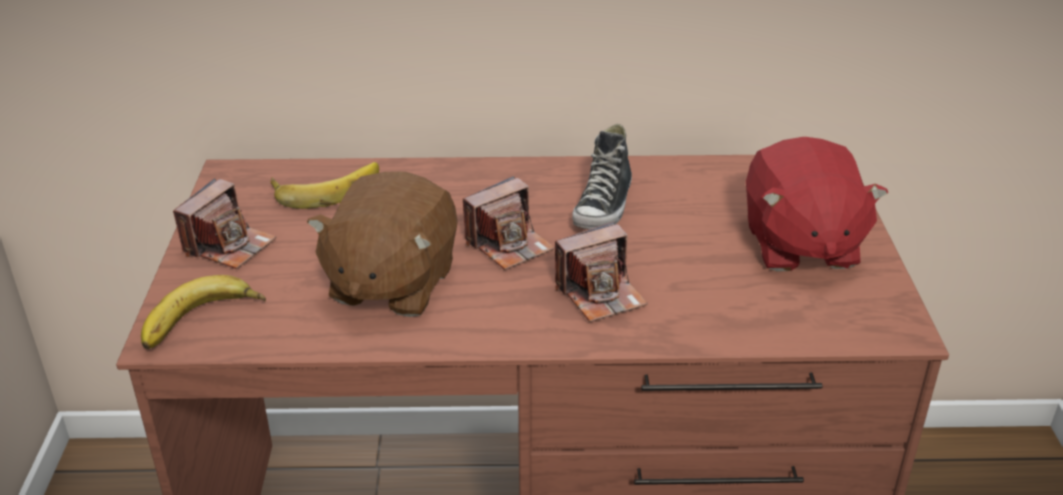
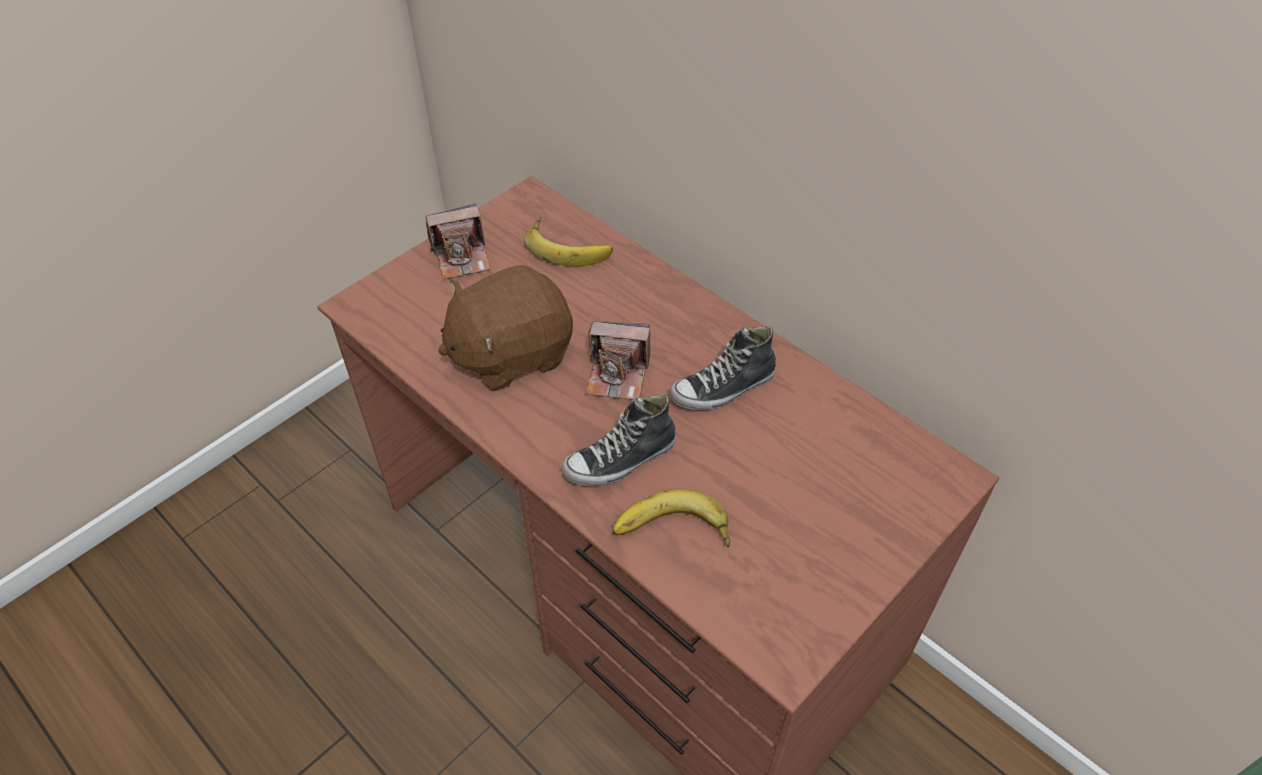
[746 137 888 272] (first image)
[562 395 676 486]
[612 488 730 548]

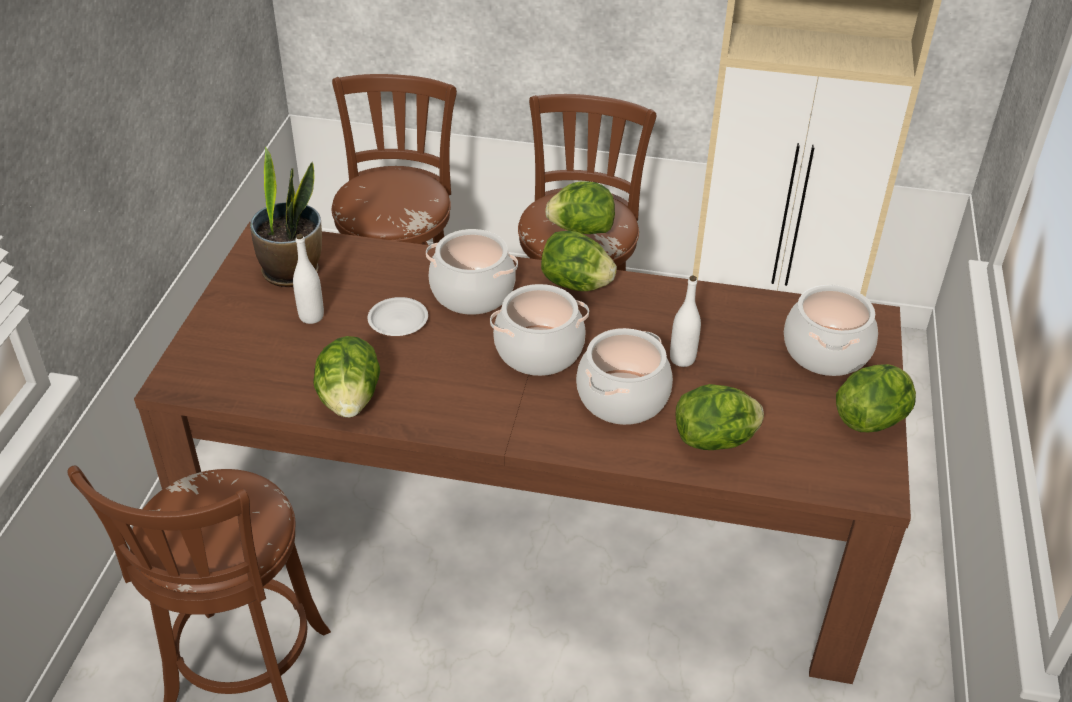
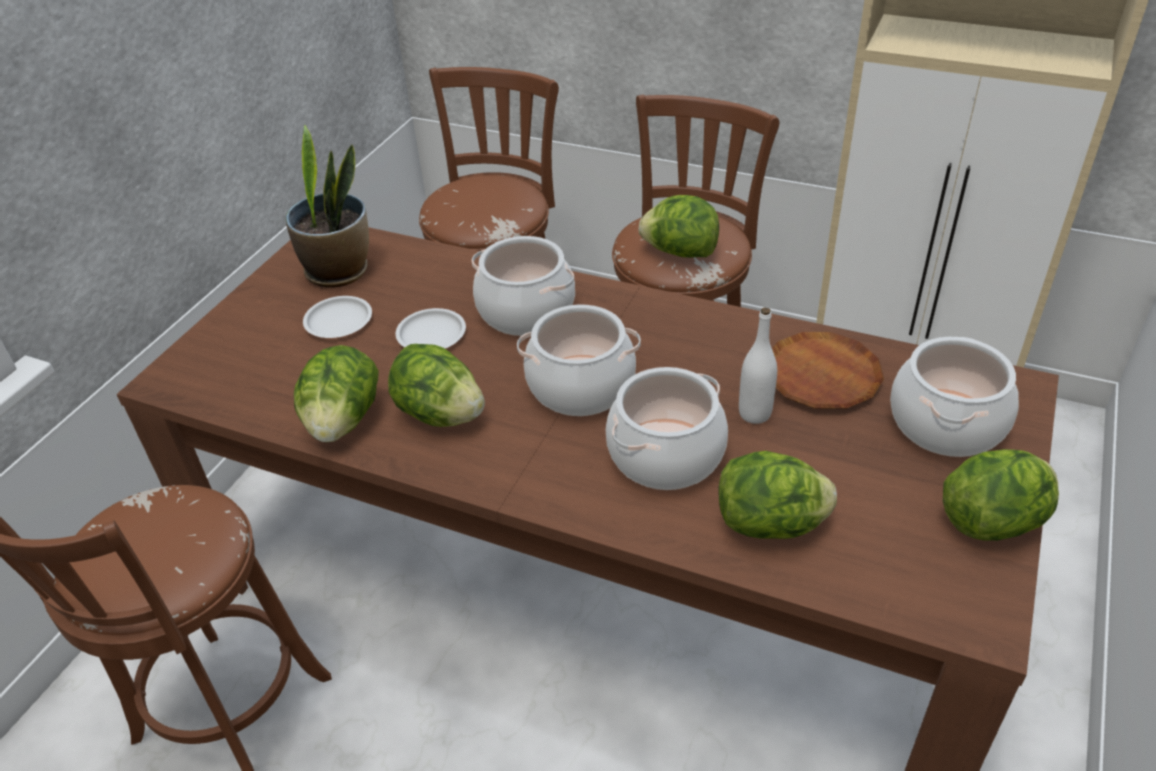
[388 344 485 427]
[303 296 372 338]
[772 332 884 409]

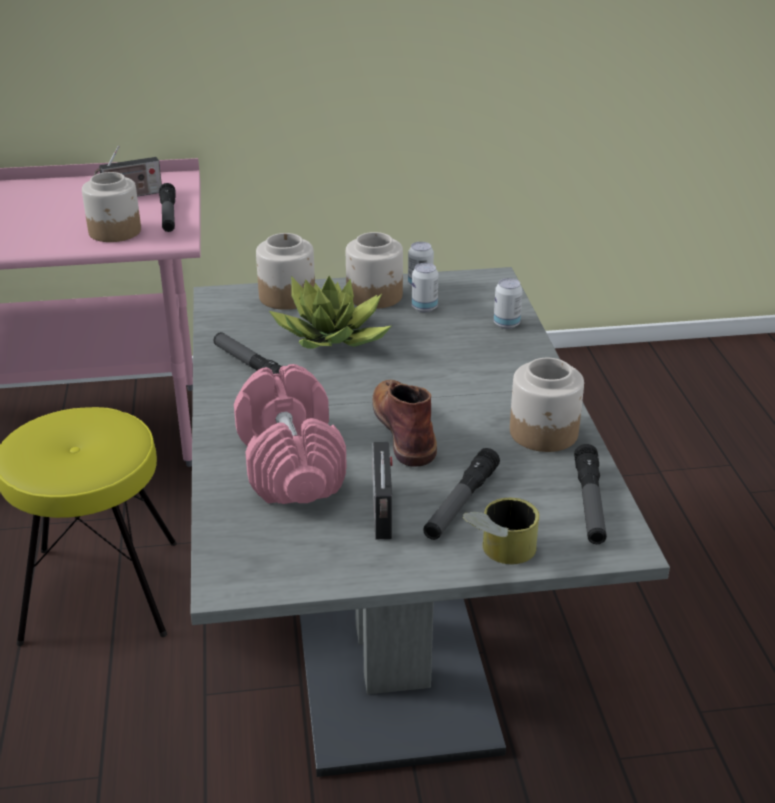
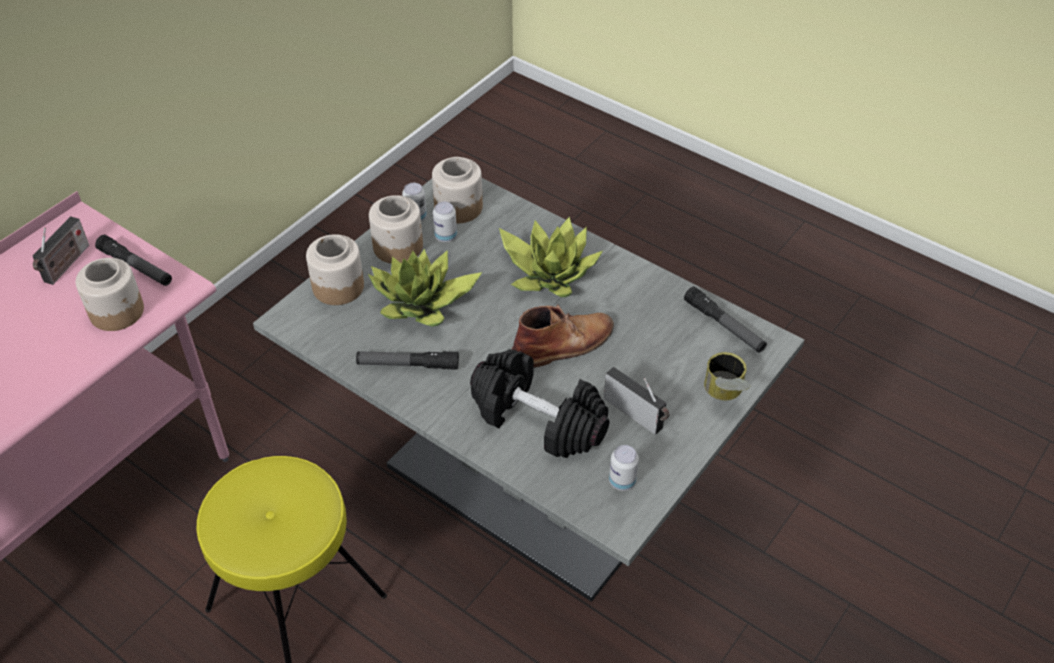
[609 445 639 491]
[432 157 483 223]
[470 349 609 458]
[512 304 614 368]
[423 448 500 540] (first image)
[499 217 603 297]

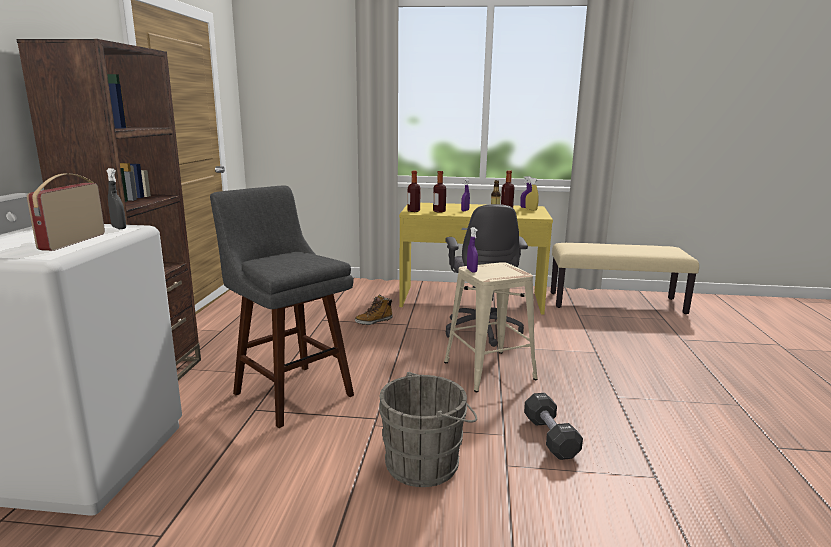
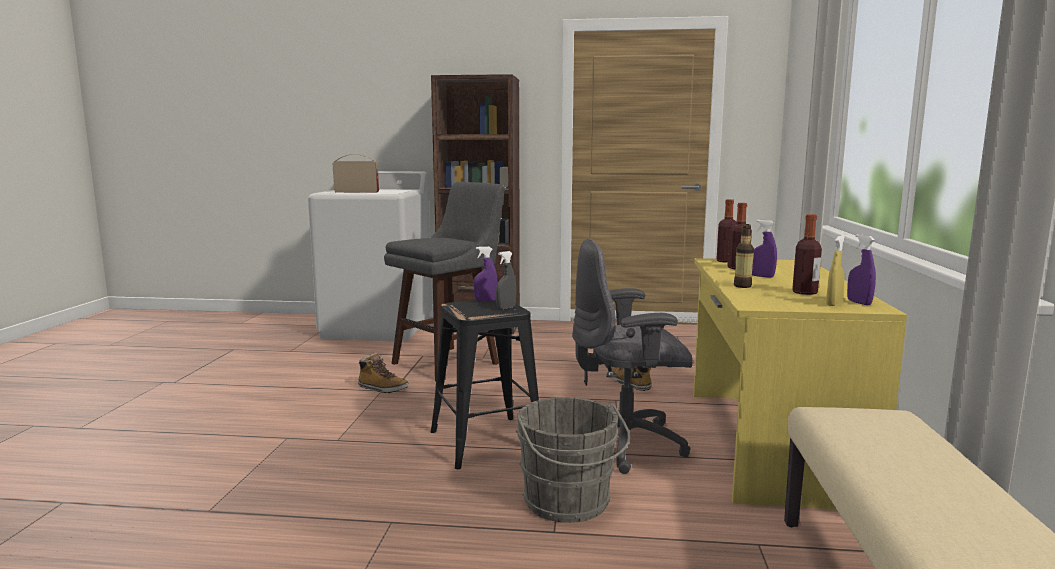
[496 251 516 310]
[431 300 539 469]
[516 397 630 523]
[524 393 583 460] (first image)
[358 353 409 393]

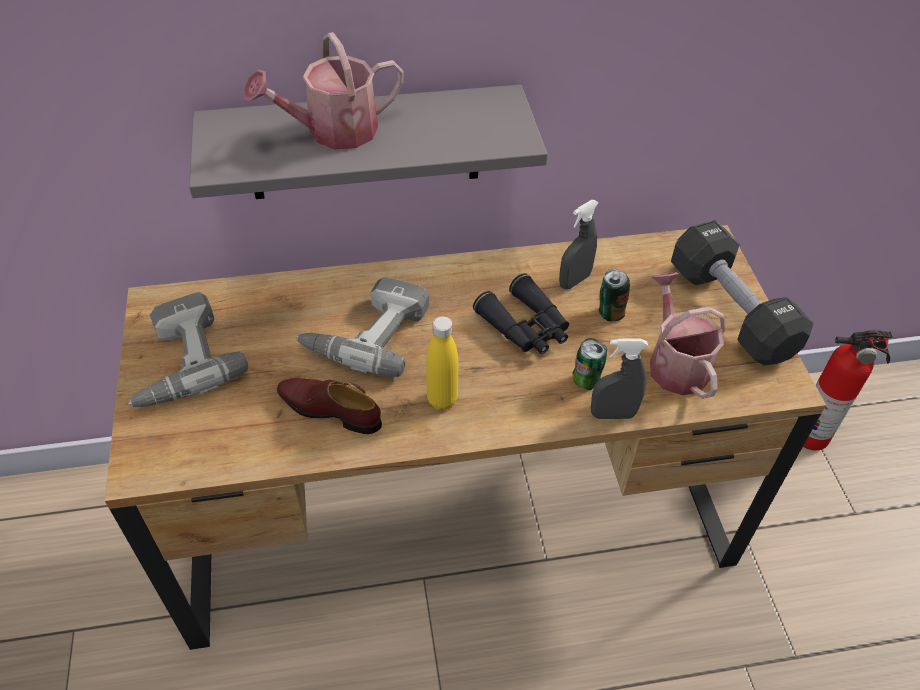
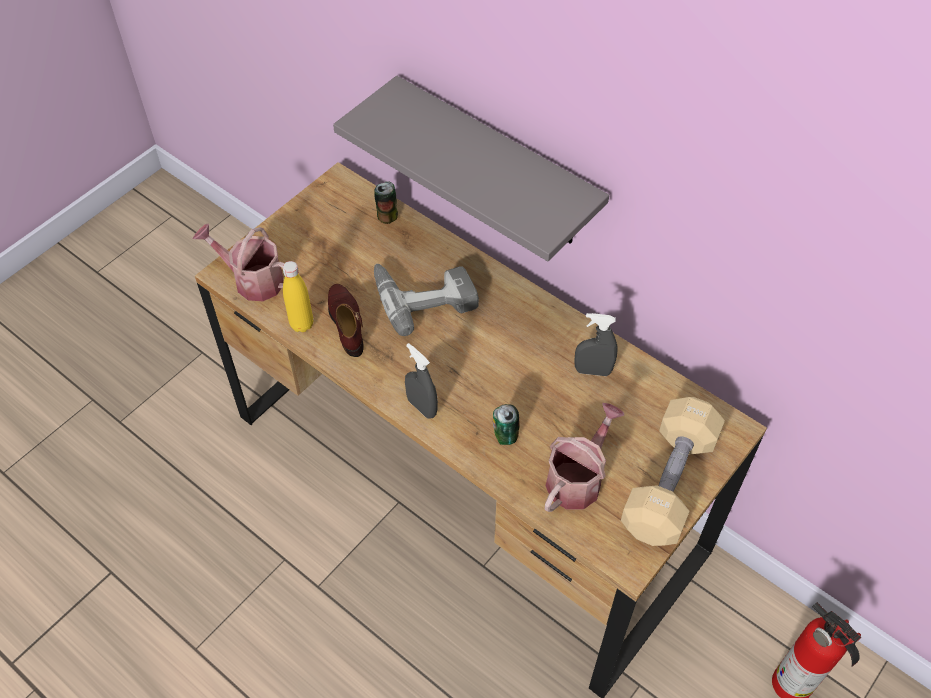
[193 224 284 301]
[621 397 725 546]
[374 181 398 224]
[473 273 569 354] (first image)
[128 292 248 407] (first image)
[282 261 313 332]
[405 343 438 419]

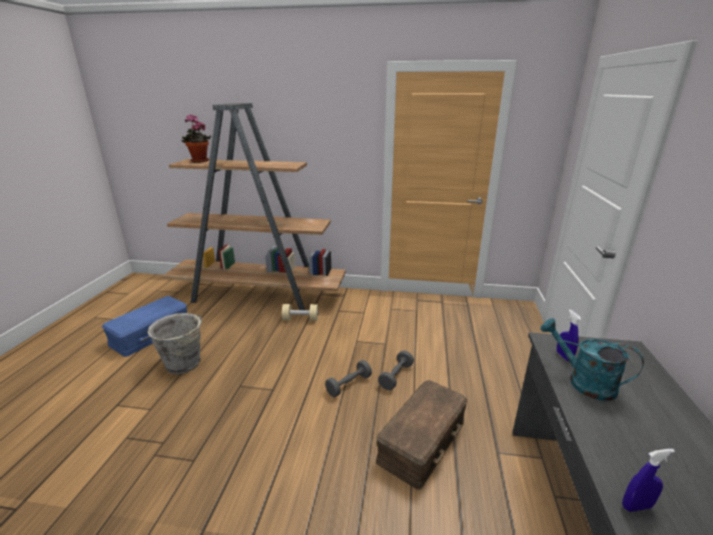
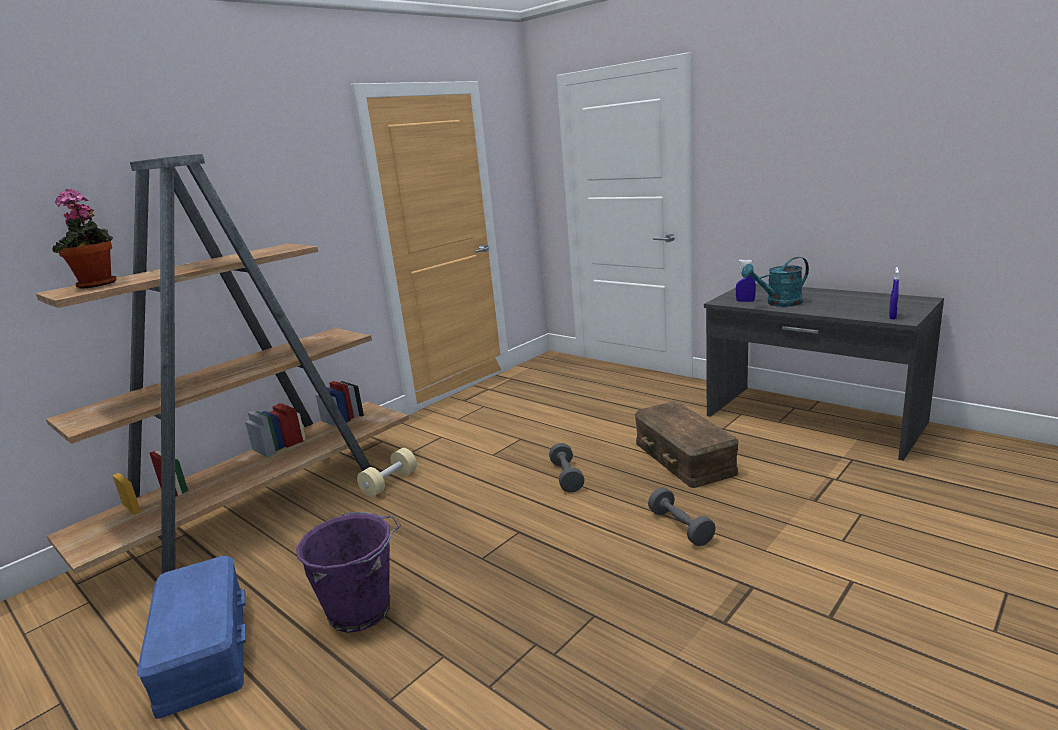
[296 512 401 633]
[648 487 716 546]

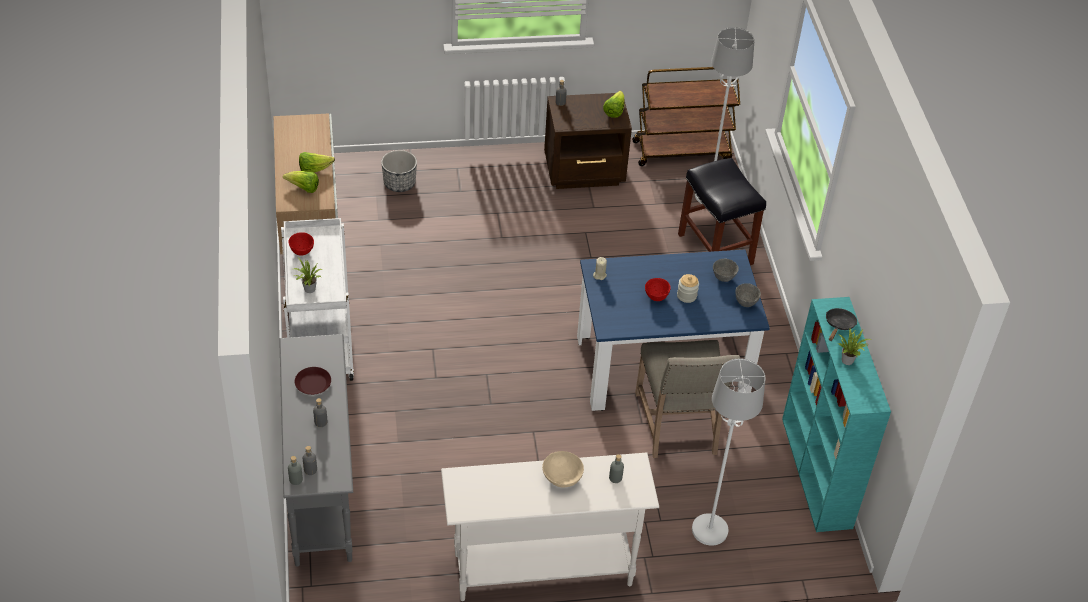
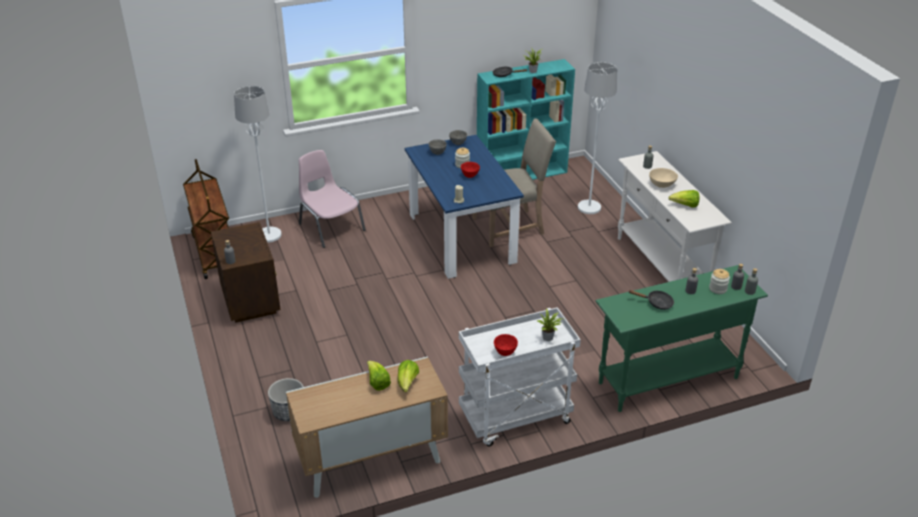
[669 190 700 207]
[299 150 366 248]
[595 265 768 412]
[629 290 674 310]
[709 269 730 294]

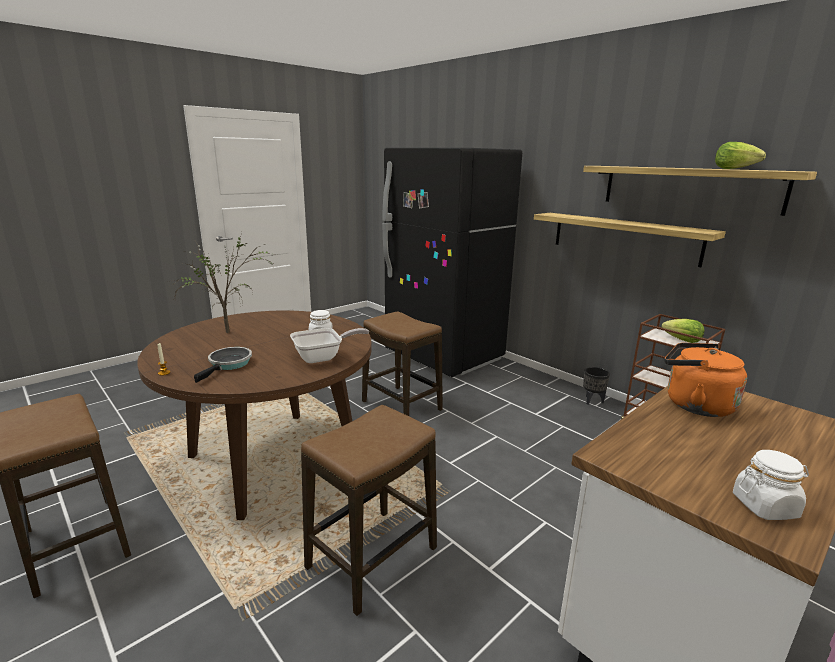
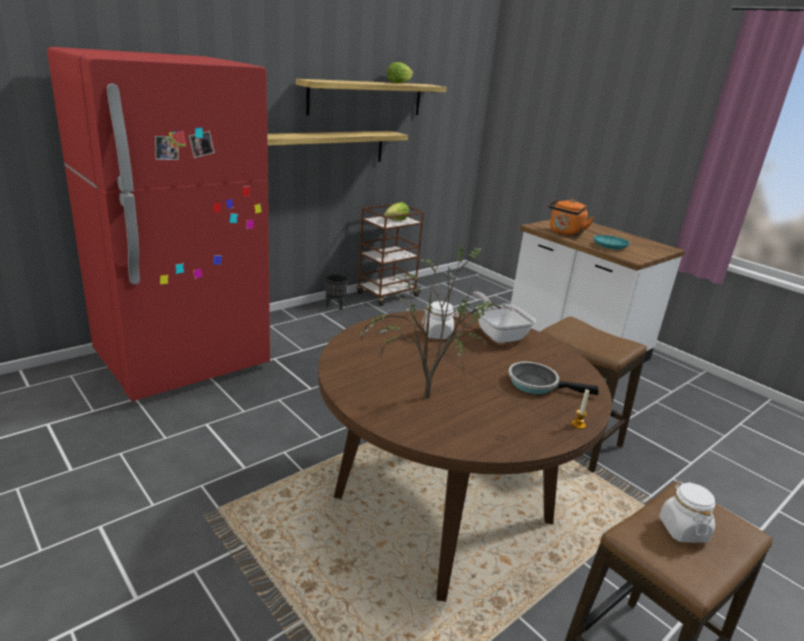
[47 47 270 401]
[362 311 443 416] (first image)
[659 482 715 543]
[594 235 629 249]

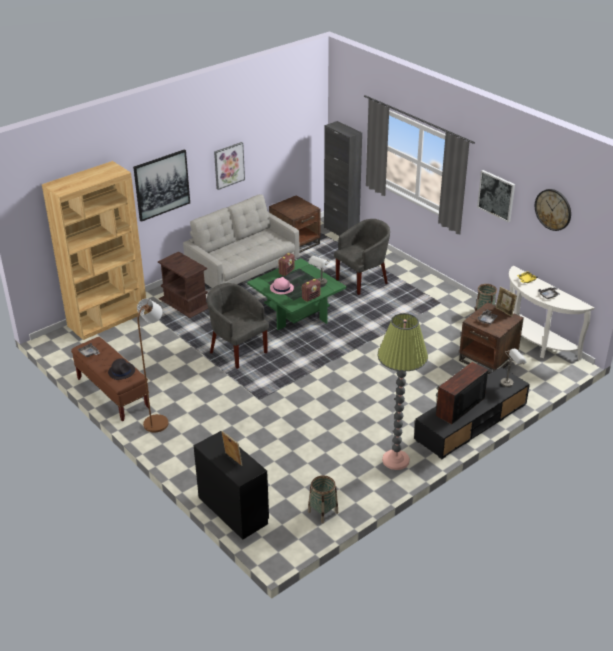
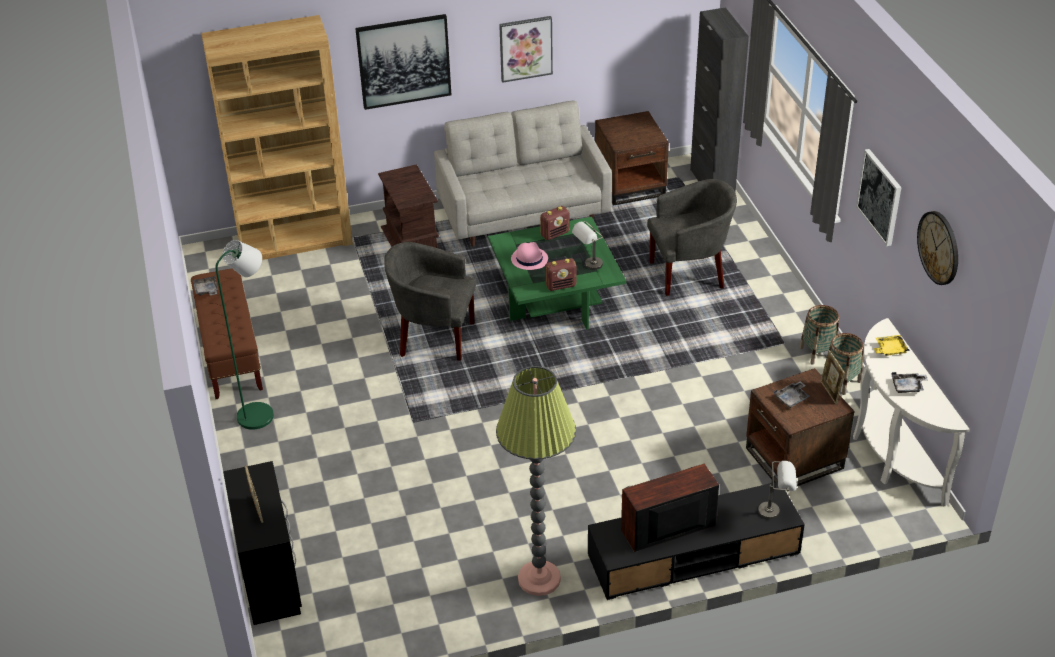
[384 242 476 361]
[216 240 274 430]
[108 358 135 380] (first image)
[799 305 839 365]

